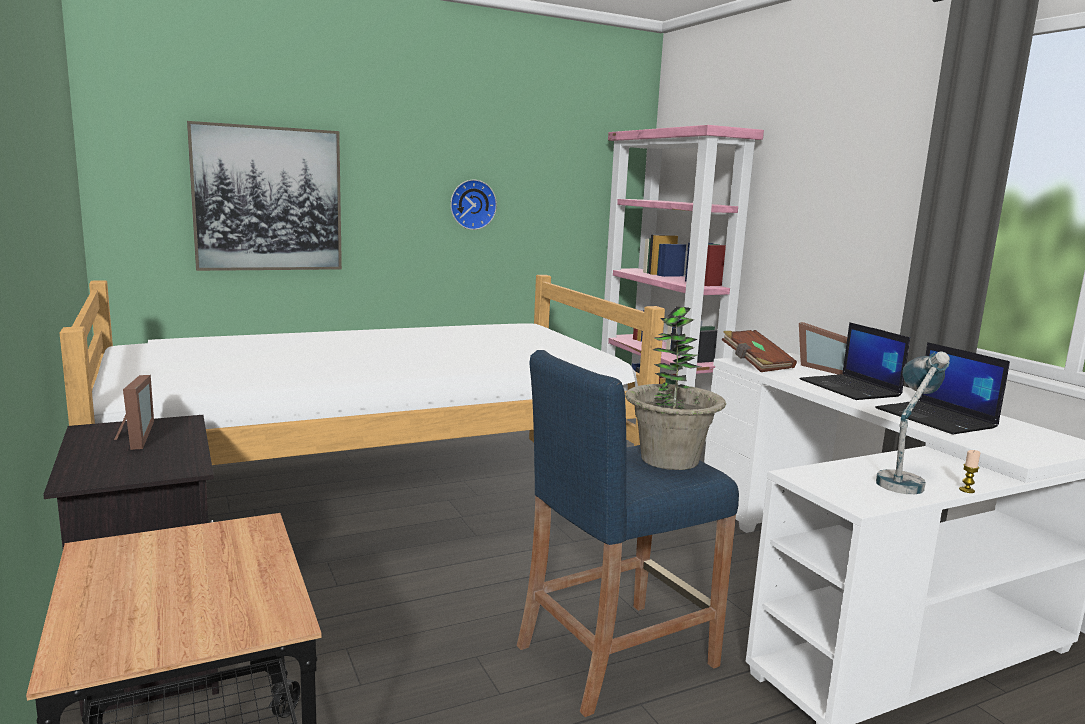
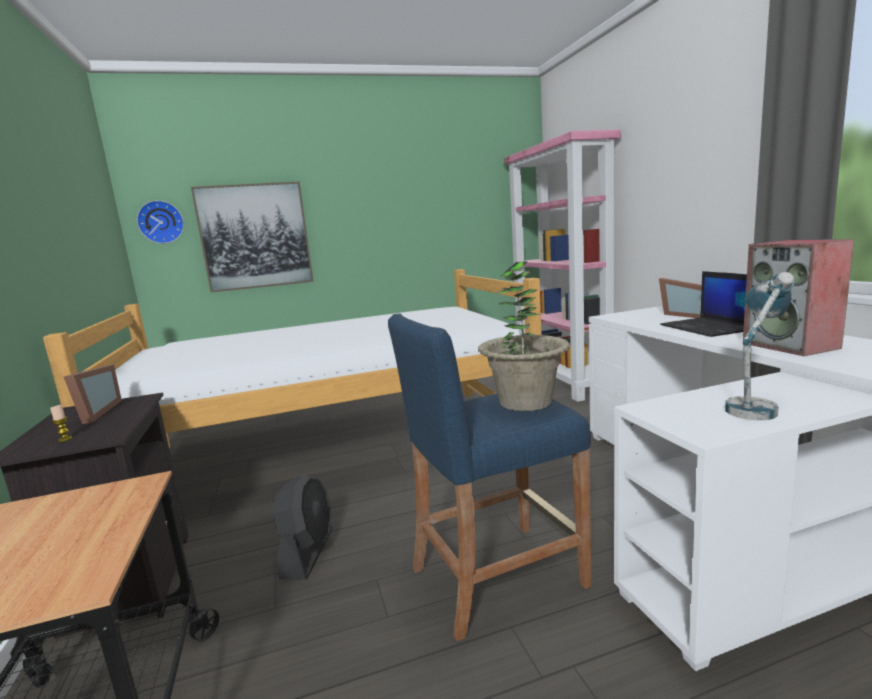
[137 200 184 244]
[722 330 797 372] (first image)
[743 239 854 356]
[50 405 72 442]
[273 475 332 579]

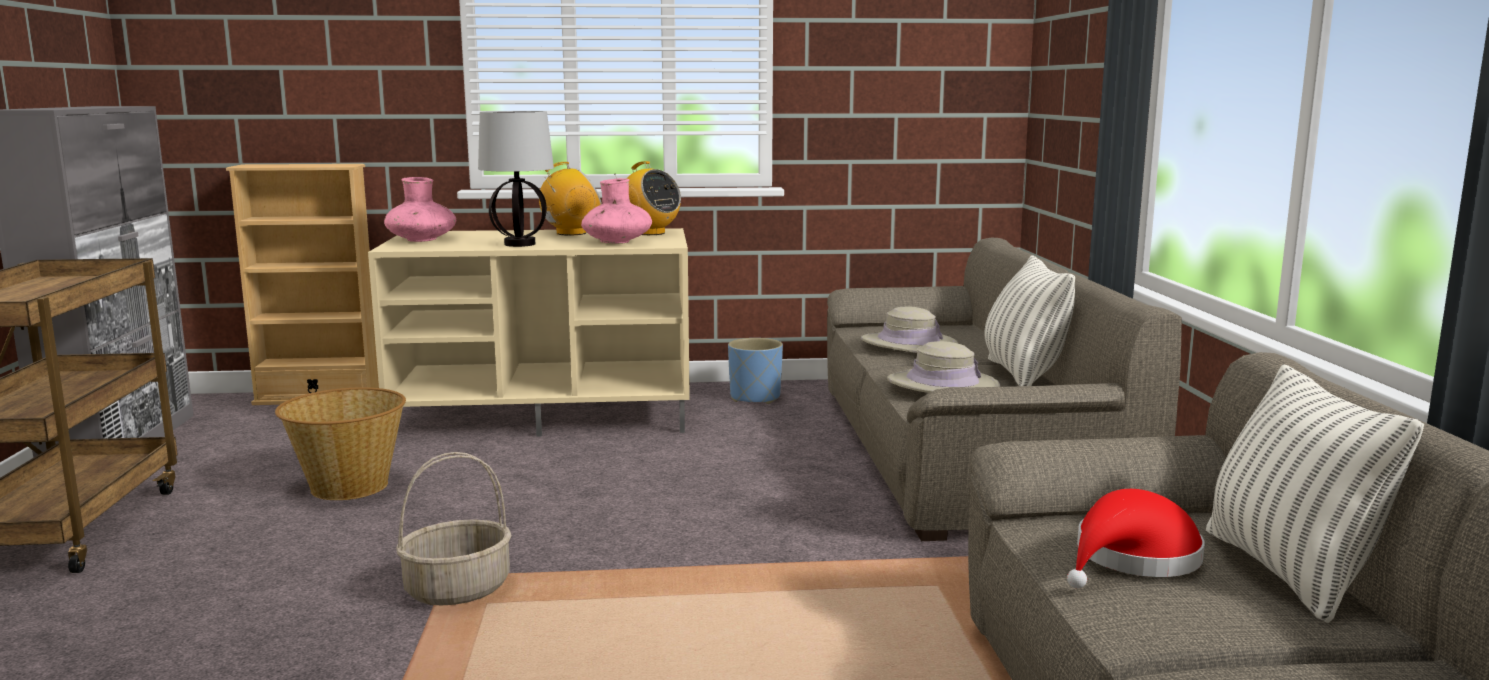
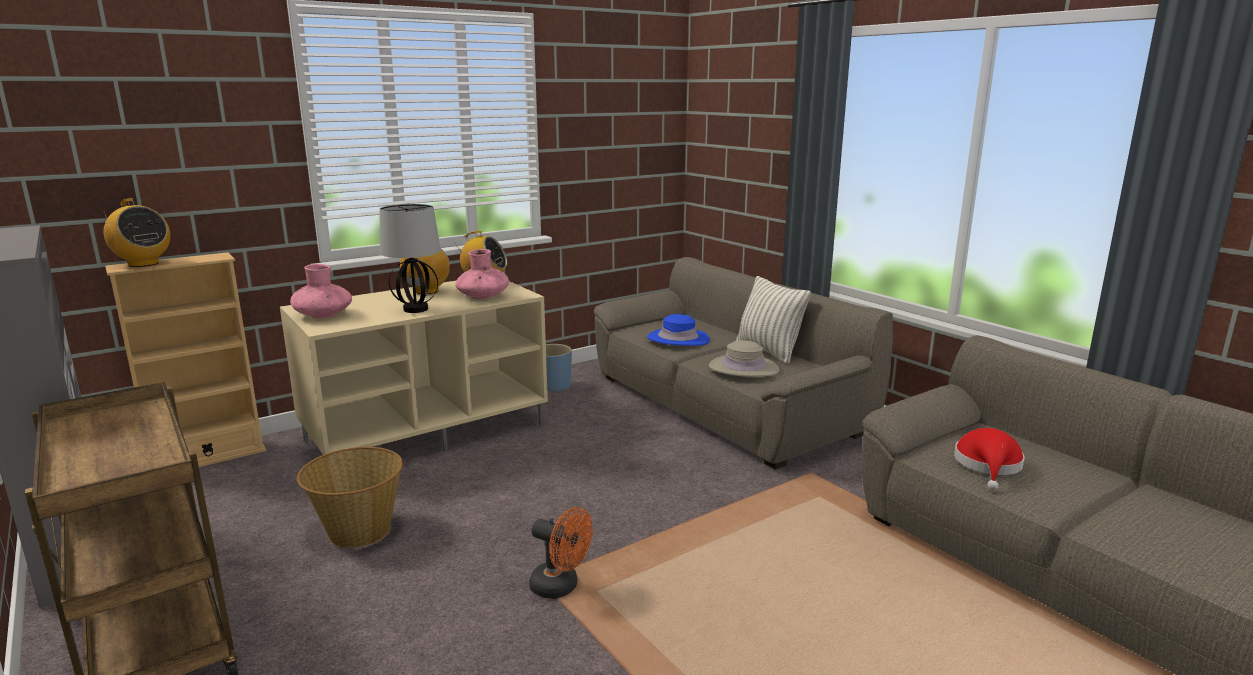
[647 314 710 346]
[1206 364 1424 623] (first image)
[529 507 593 599]
[102 198 171 267]

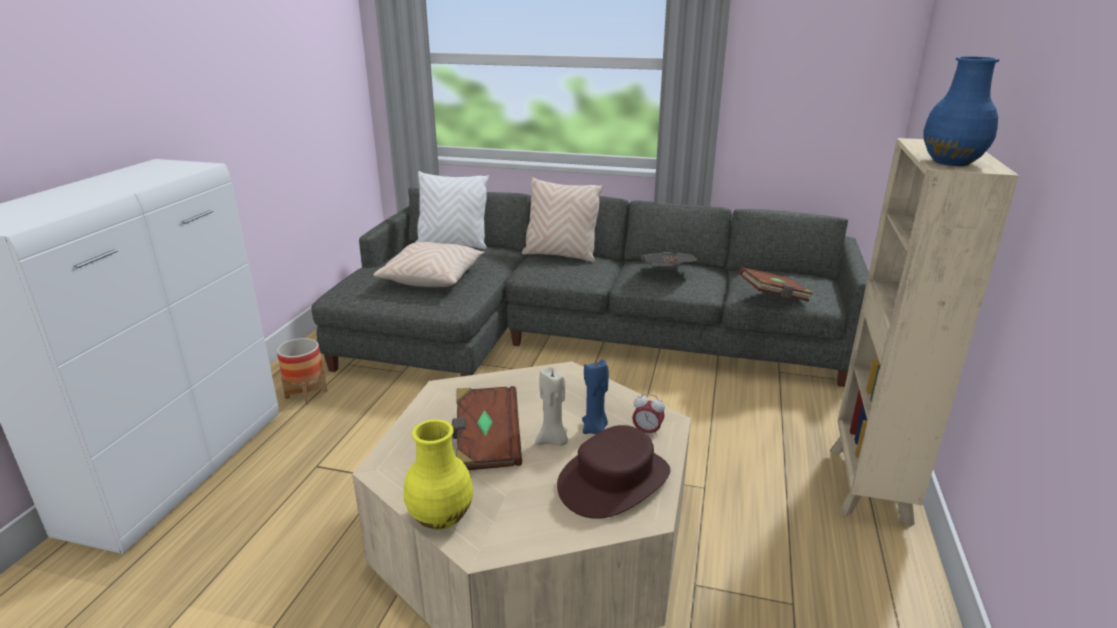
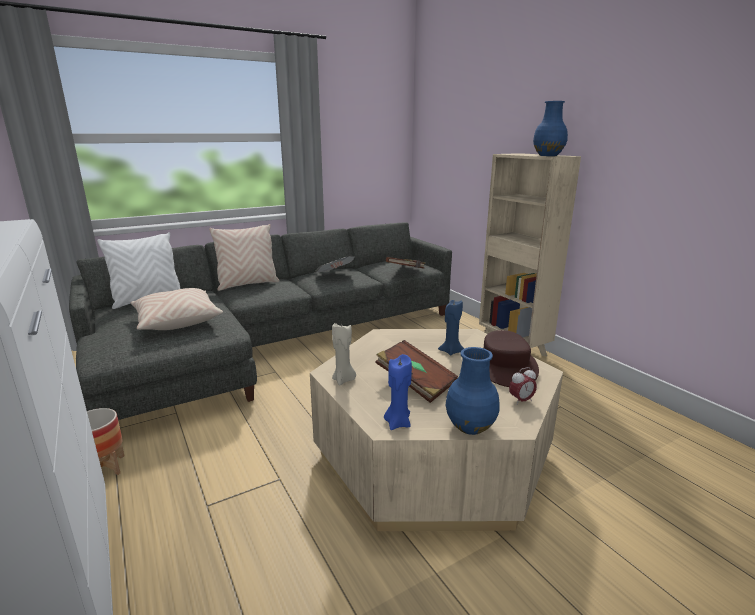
[332 322 356 386]
[509 367 537 405]
[446 347 500 435]
[384 354 412 430]

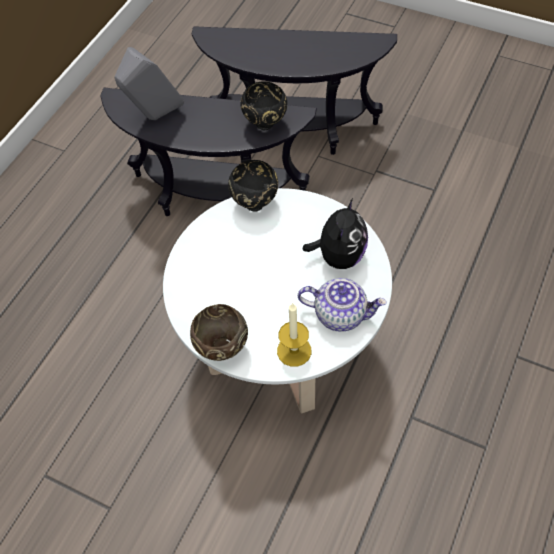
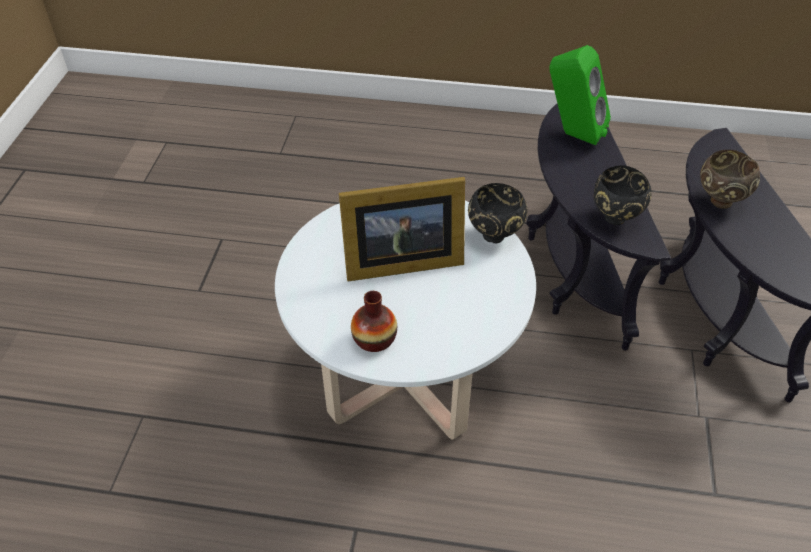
[550 45 611 145]
[302 198 368 269] (first image)
[351 291 397 352]
[277 303 311 367] (first image)
[700 150 760 209]
[339 177 465 281]

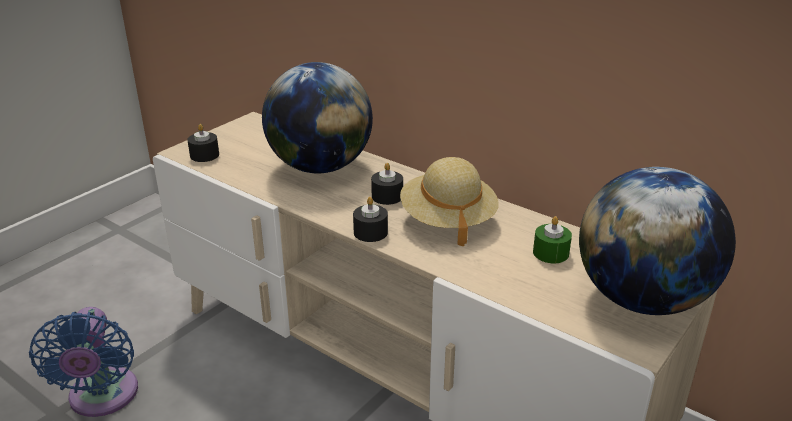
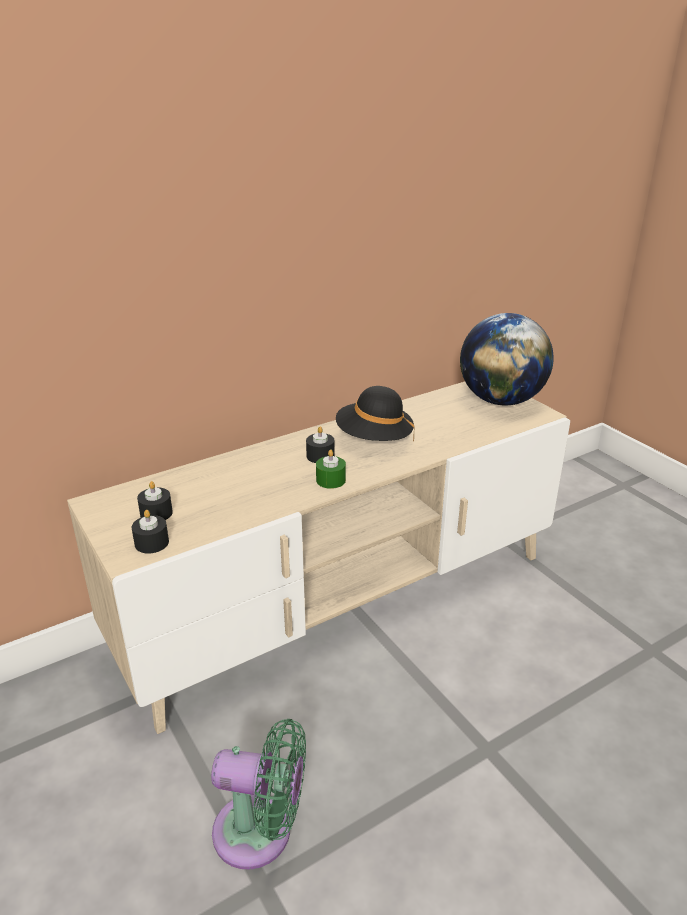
[262 62 373 173] (first image)
[336 386 415 442]
[137 481 173 520]
[316 450 346 489]
[211 719 306 870]

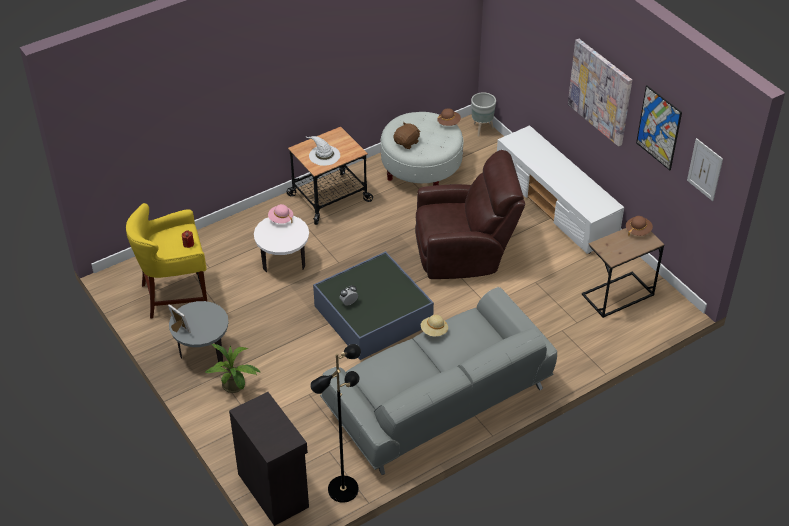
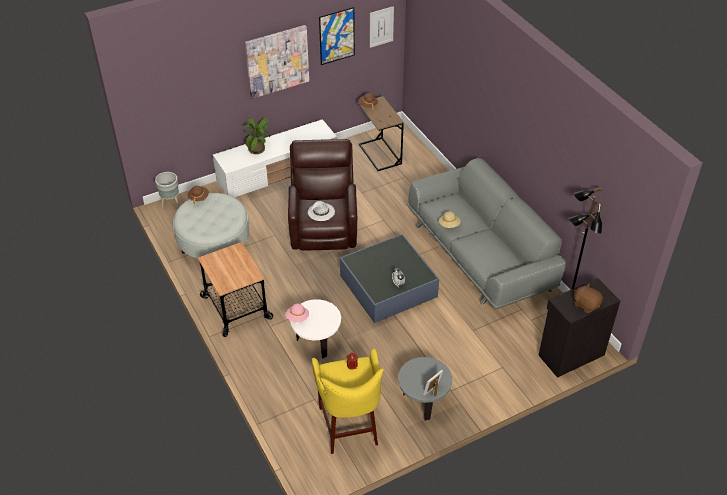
[574 284 603 313]
[308 201 335 221]
[241 118 270 154]

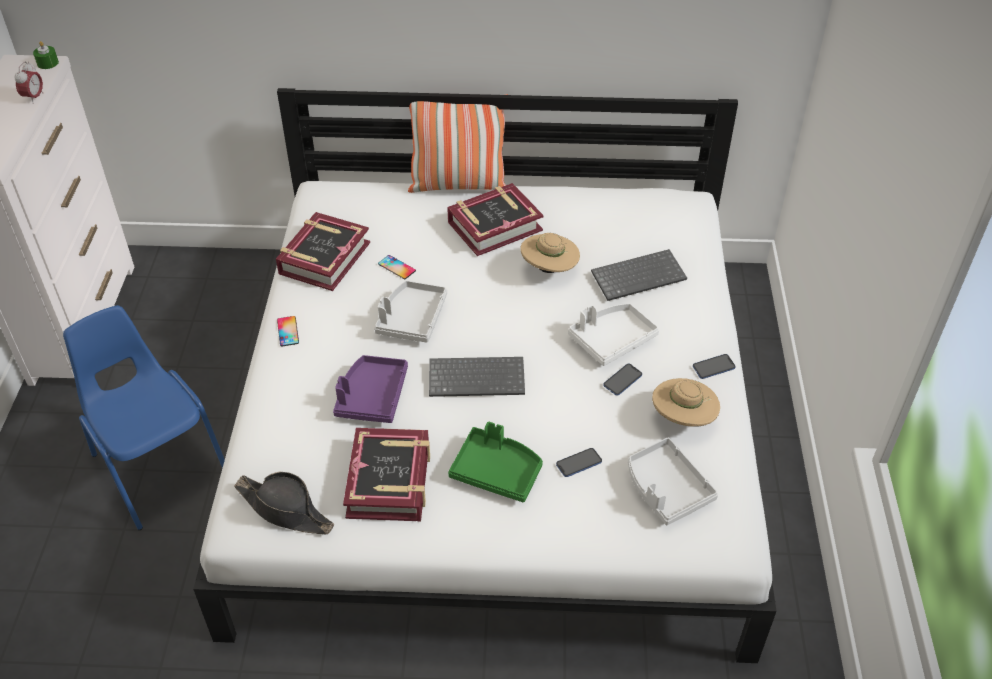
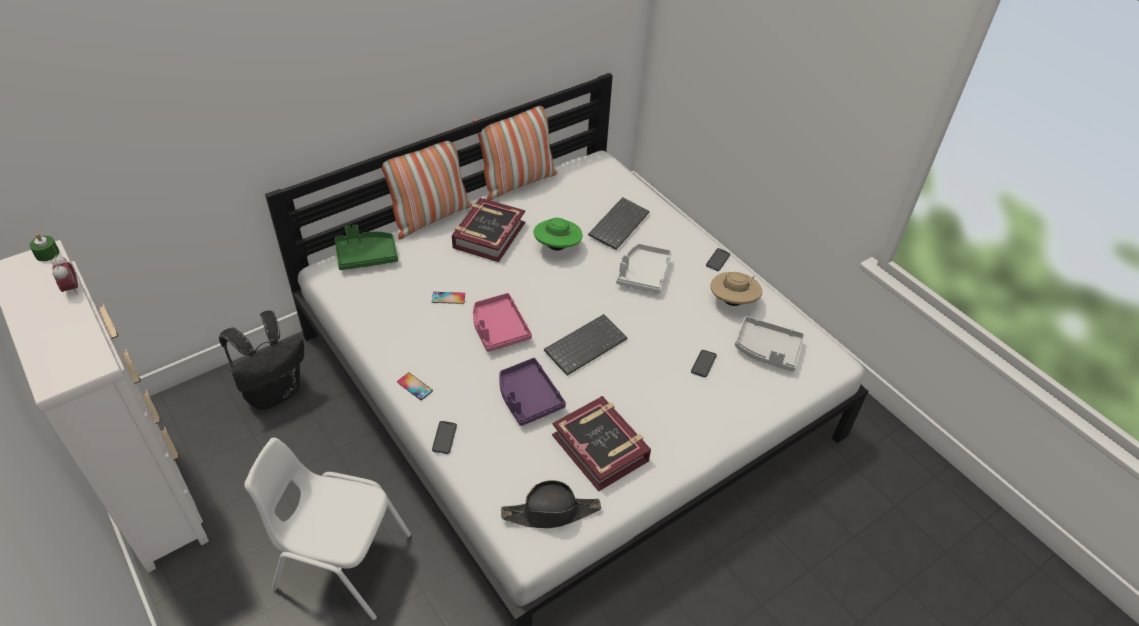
[276 212 370 291] (first image)
[533 218 582 251]
[473 293 532 352]
[244 437 411 621]
[432 421 457 454]
[335 225 398 270]
[472 106 558 200]
[219 311 304 410]

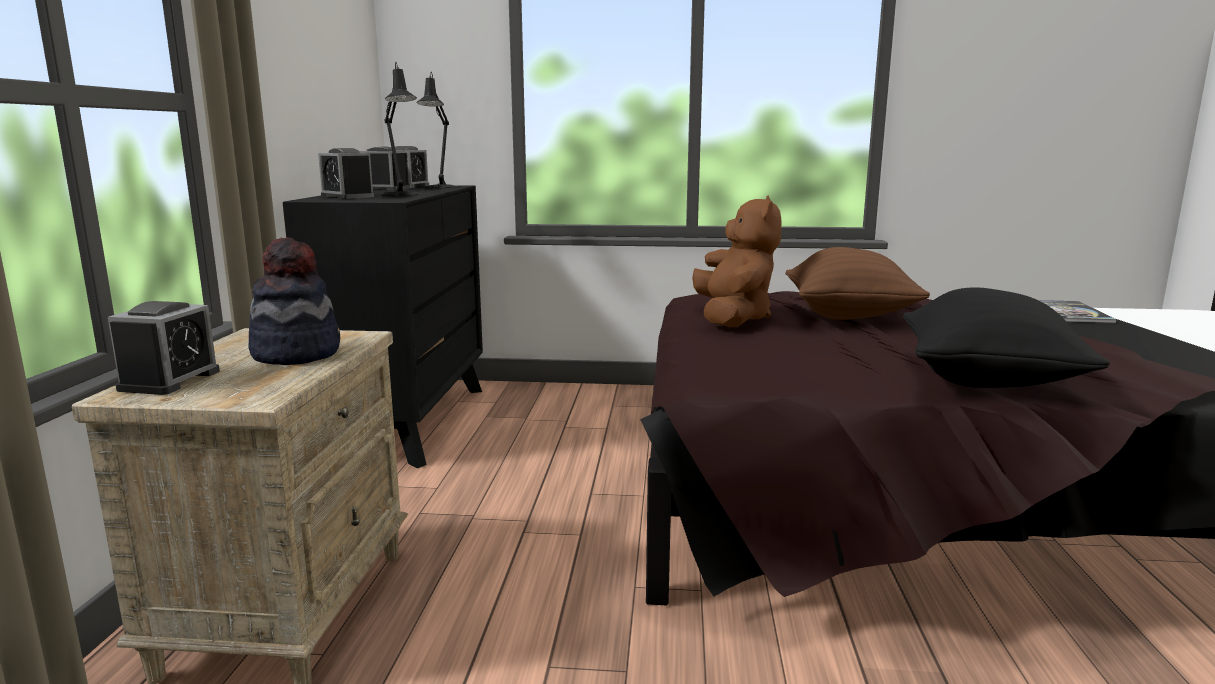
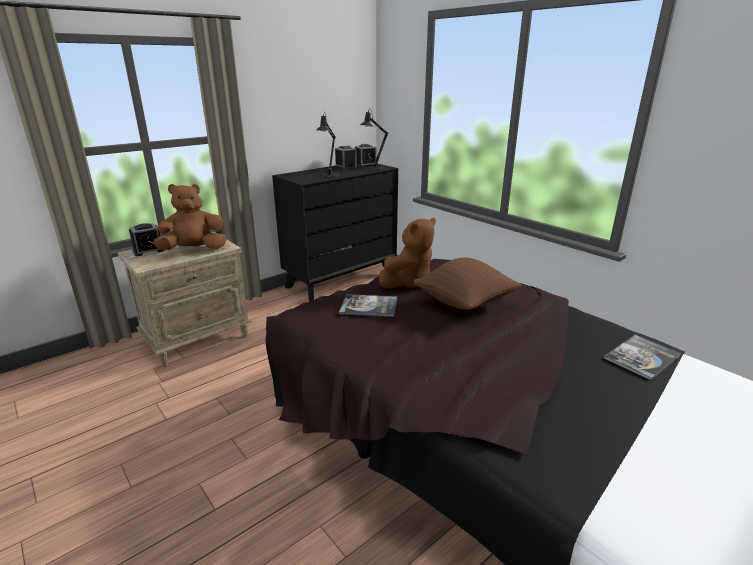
[318 148 374 199] (first image)
[153 184 227 250]
[903 287 1110 388] (first image)
[339 294 397 317]

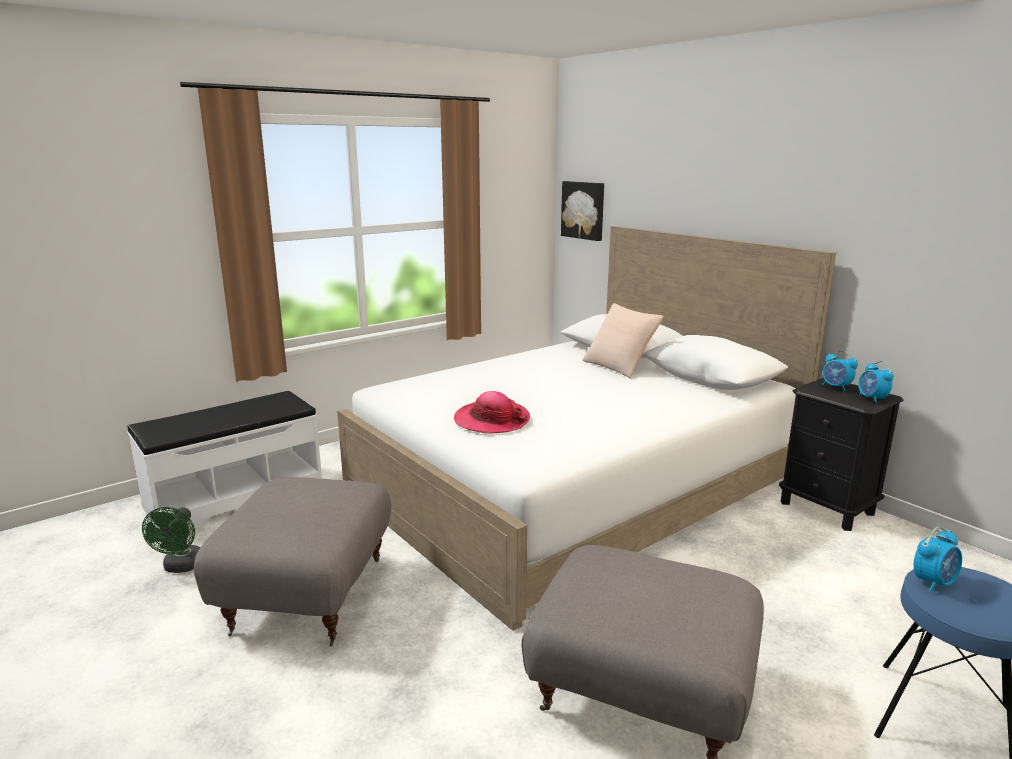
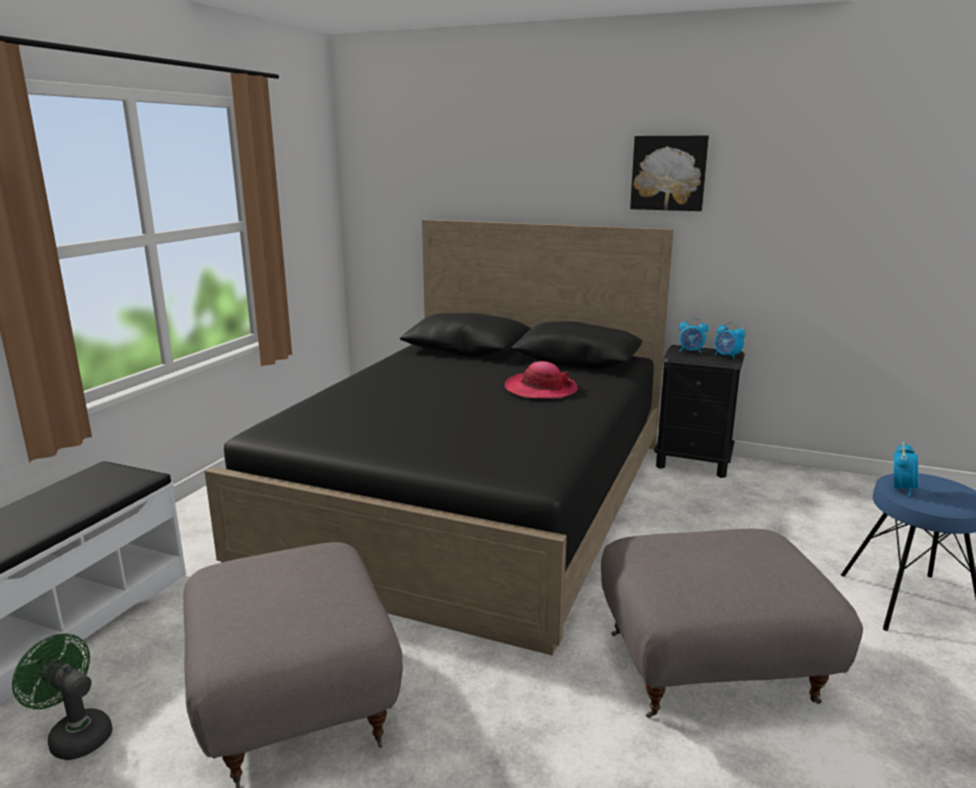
[630 136 709 211]
[204 220 674 655]
[583 303 664 378] (first image)
[505 361 578 399]
[12 633 113 760]

